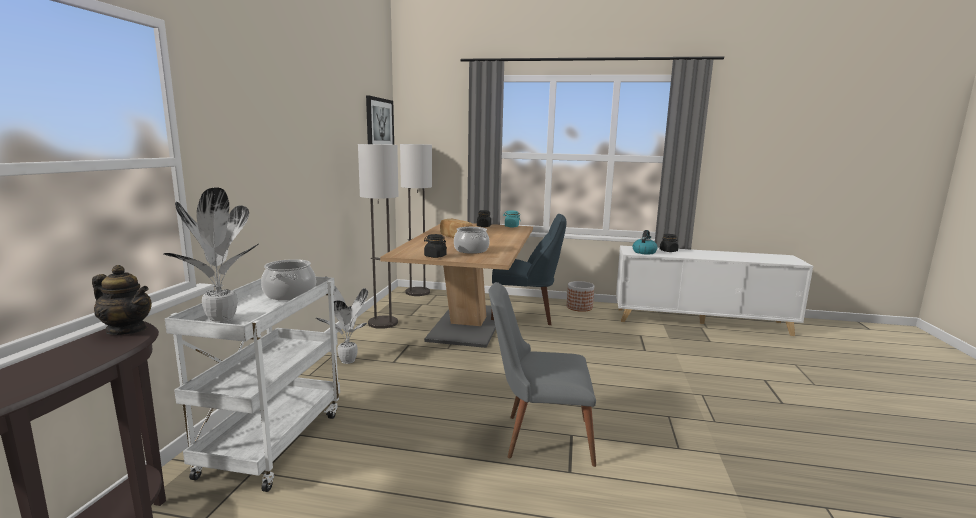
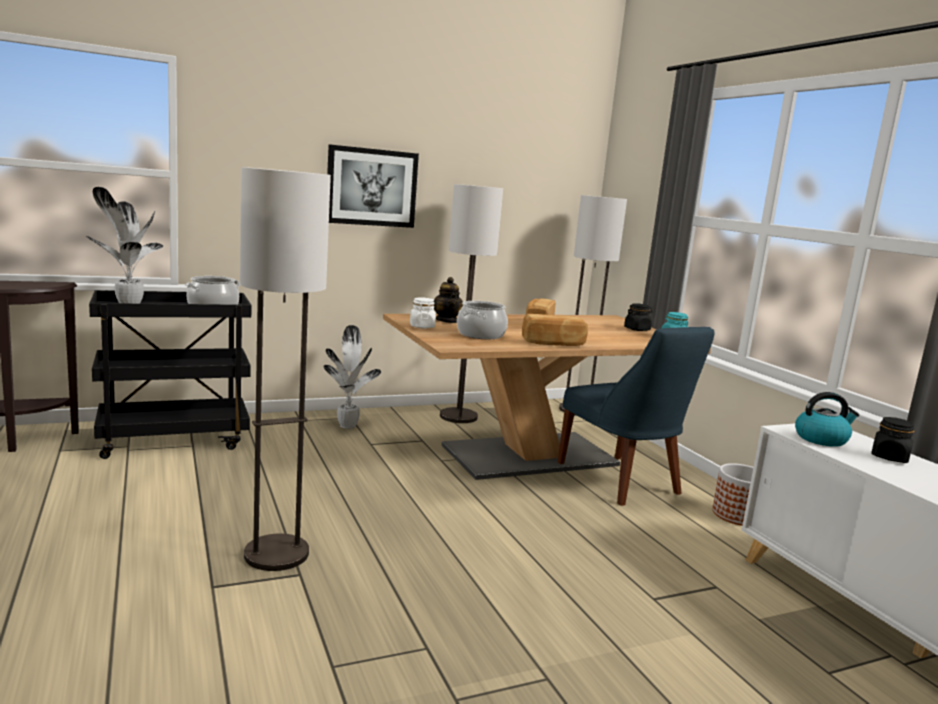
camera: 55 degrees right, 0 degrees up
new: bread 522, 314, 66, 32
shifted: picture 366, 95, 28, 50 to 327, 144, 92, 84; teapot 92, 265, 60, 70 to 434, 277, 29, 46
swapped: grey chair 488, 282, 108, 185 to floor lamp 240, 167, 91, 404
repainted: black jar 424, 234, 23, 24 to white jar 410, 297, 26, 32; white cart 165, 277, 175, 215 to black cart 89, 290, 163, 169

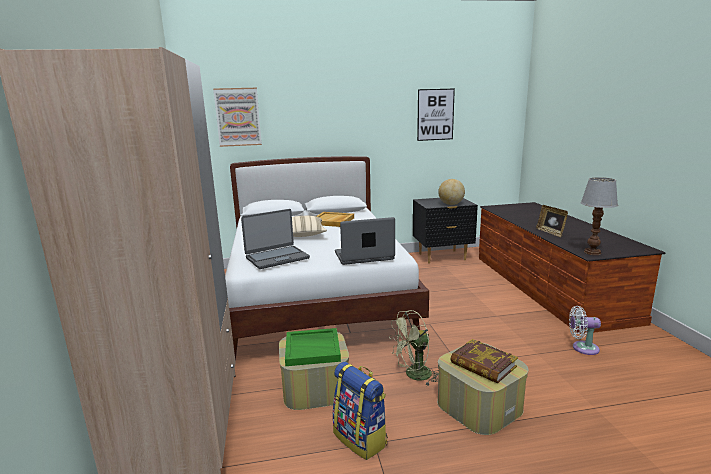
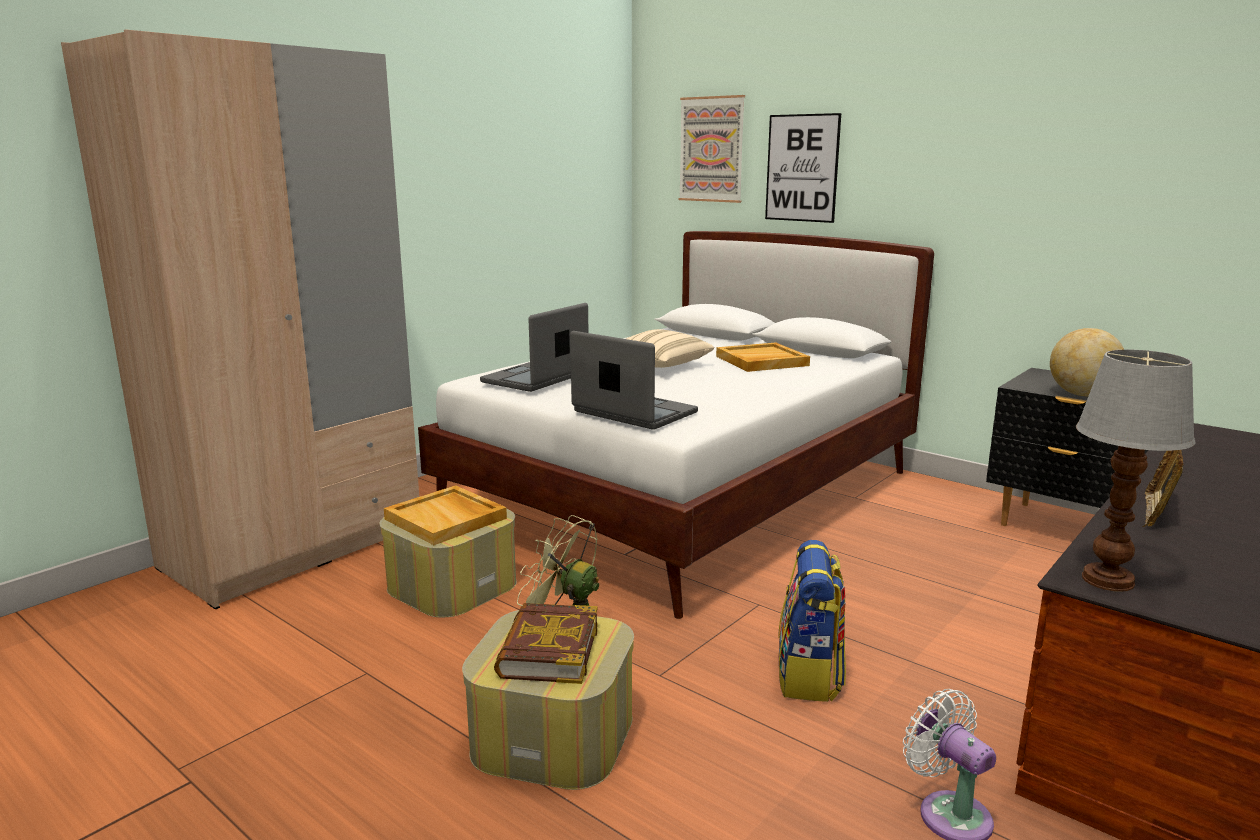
camera: 50 degrees right, 0 degrees up
shifted: picture 417, 89, 38, 52 to 765, 113, 76, 110; backpack 333, 361, 55, 99 to 778, 540, 68, 162
repainted: green tray 285, 328, 56, 38 to beige tray 384, 485, 123, 60
rotated: laptop 241, 209, 69, 60 = 480, 303, 109, 89 105 degrees clockwise

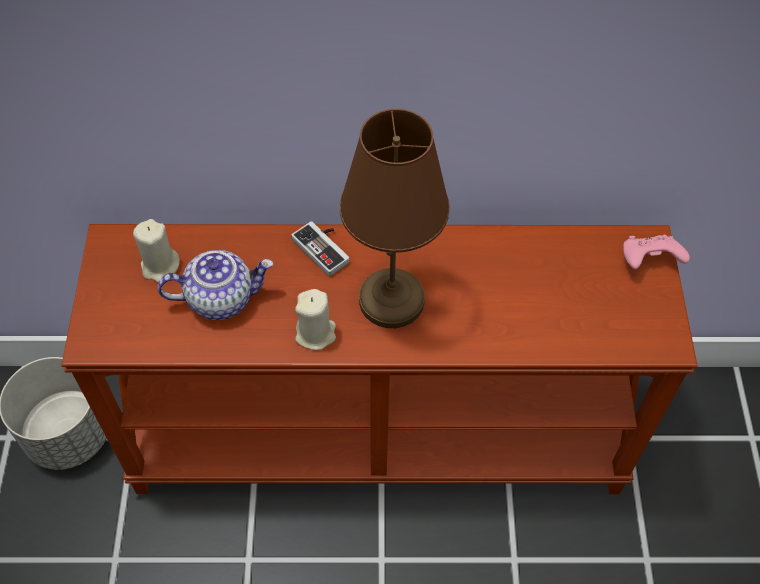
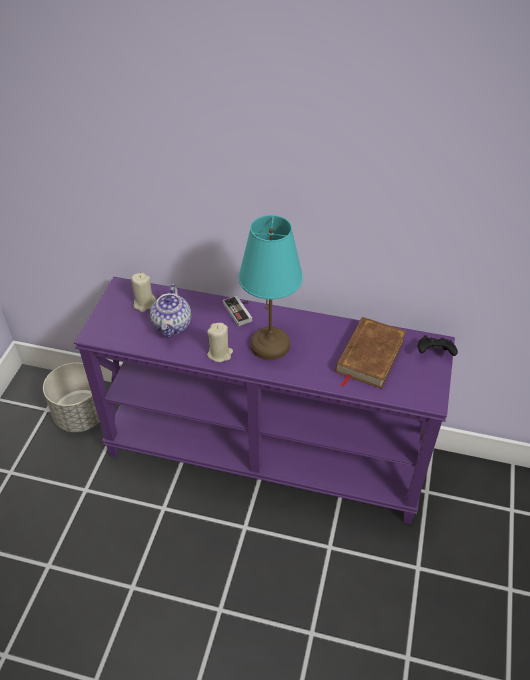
camera: 15 degrees right, 10 degrees down
new: brown book 335, 317, 71, 72
repainted: brown table lamp 340, 109, 110, 219 to turquoise table lamp 239, 215, 64, 145; brown console table 61, 224, 637, 270 to purple console table 74, 276, 381, 248; pink game controller 623, 235, 67, 34 to black game controller 418, 335, 40, 21
rotated: teapot 157, 250, 116, 70 = 150, 284, 41, 54 90 degrees clockwise

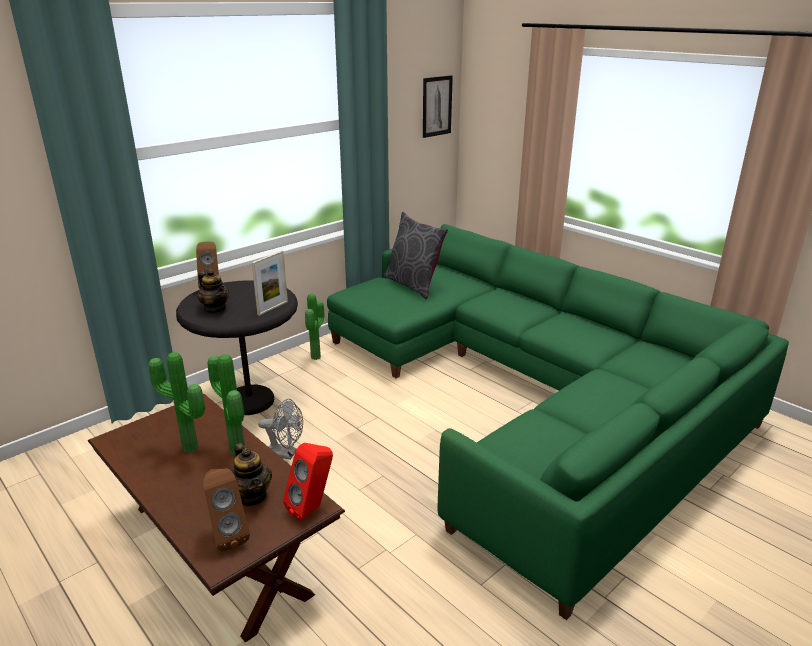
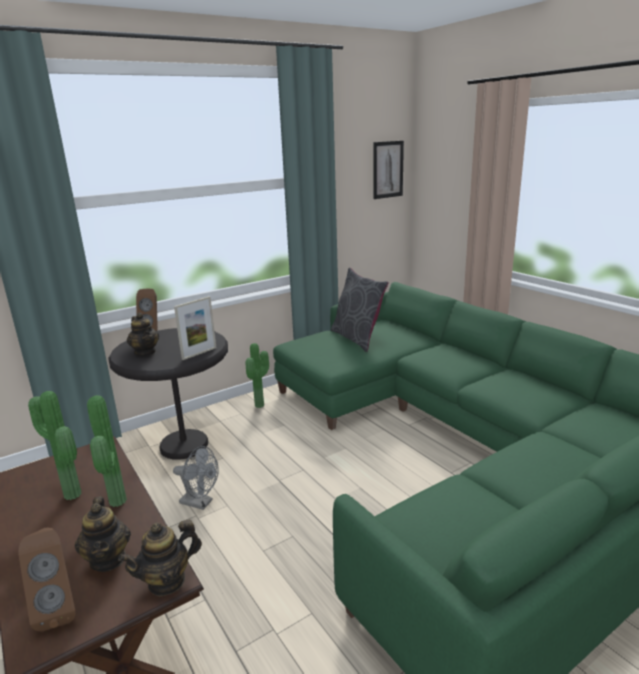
camera: 10 degrees right, 5 degrees down
swapped: red speaker 283, 443, 50, 78 to teapot 118, 520, 84, 77

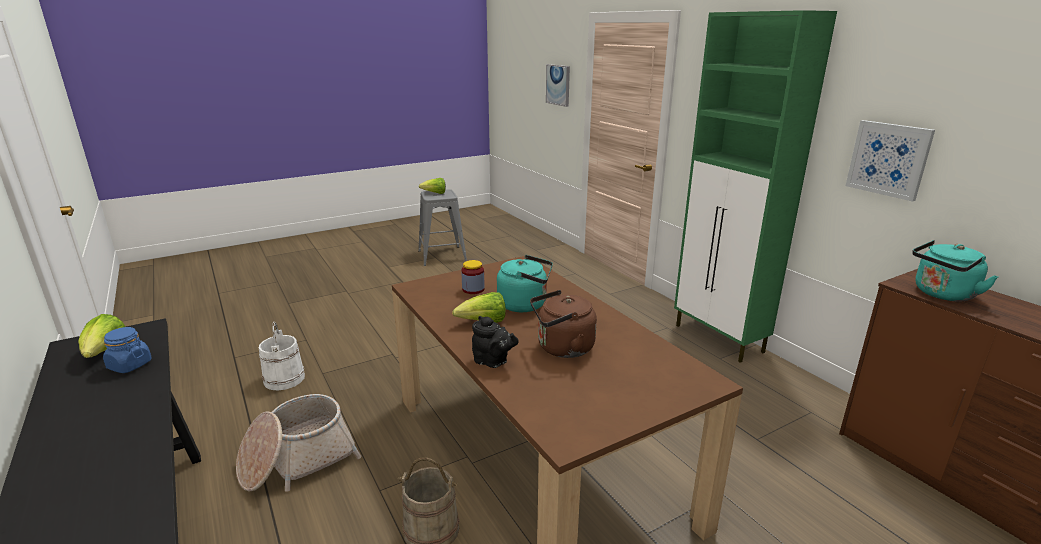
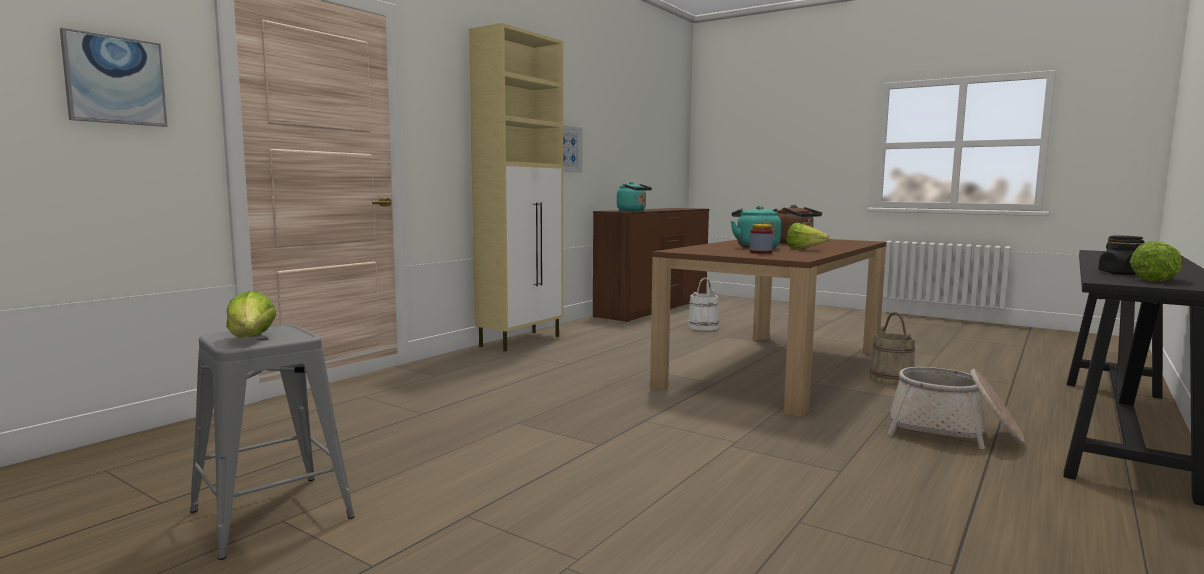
camera: 115 degrees left, 15 degrees down
gone: black teapot 472, 316, 47, 52
shifted: white bucket 259, 322, 46, 69 to 688, 278, 31, 53
repainted: green cabinet 674, 10, 163, 353 to beige cabinet 469, 23, 94, 329; blue jar 103, 327, 48, 46 to black jar 1098, 236, 47, 39

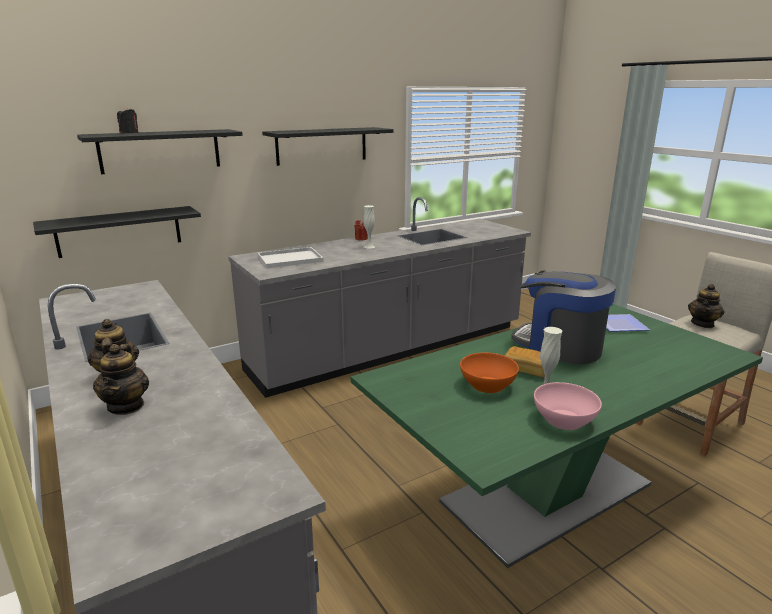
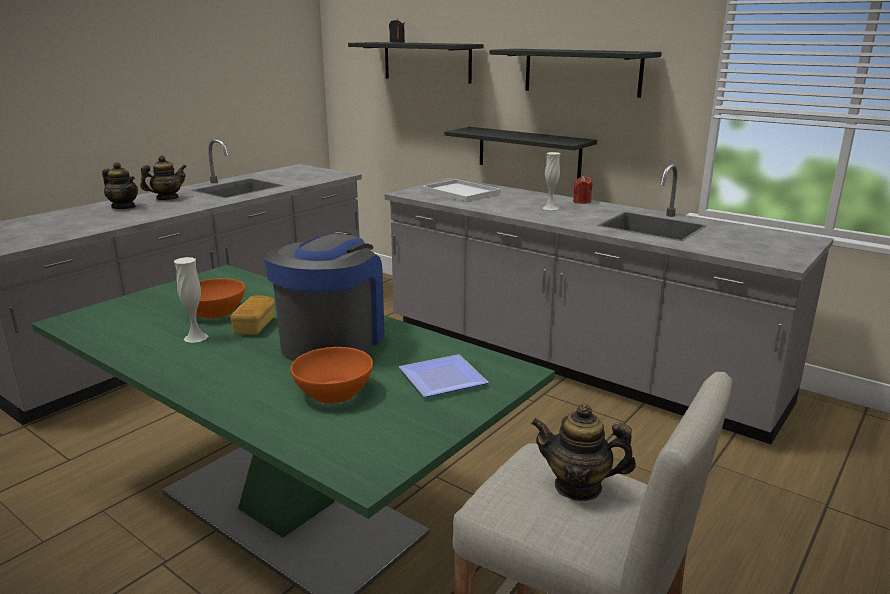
camera: 70 degrees right, 0 degrees up
gone: pink bowl 534, 382, 68, 48
new: orange bowl 291, 347, 82, 57
shifted: black shelf 33, 206, 168, 52 to 444, 127, 153, 52
rotated: teapot 93, 344, 56, 71 = 102, 162, 36, 47 120 degrees counterclockwise

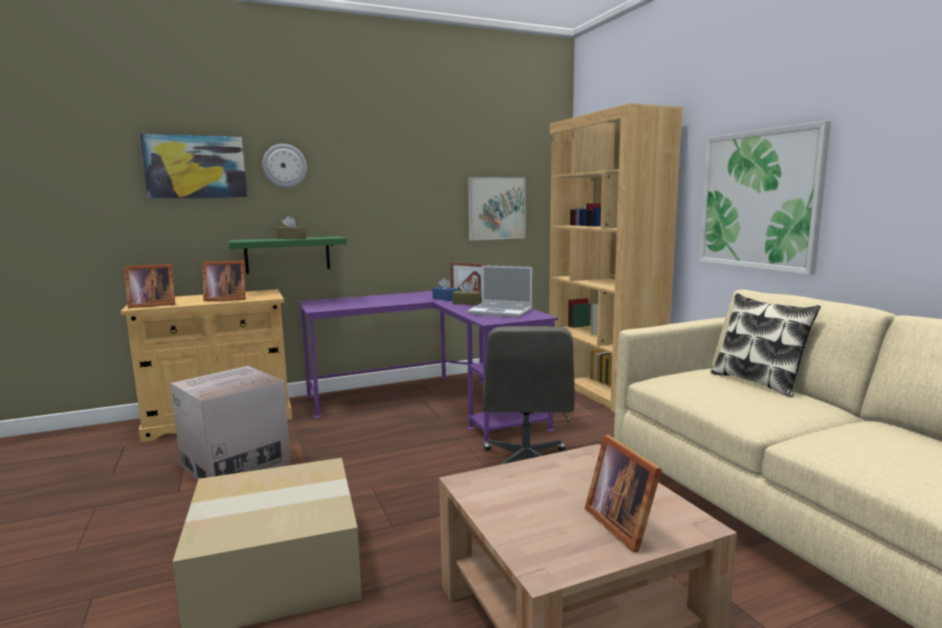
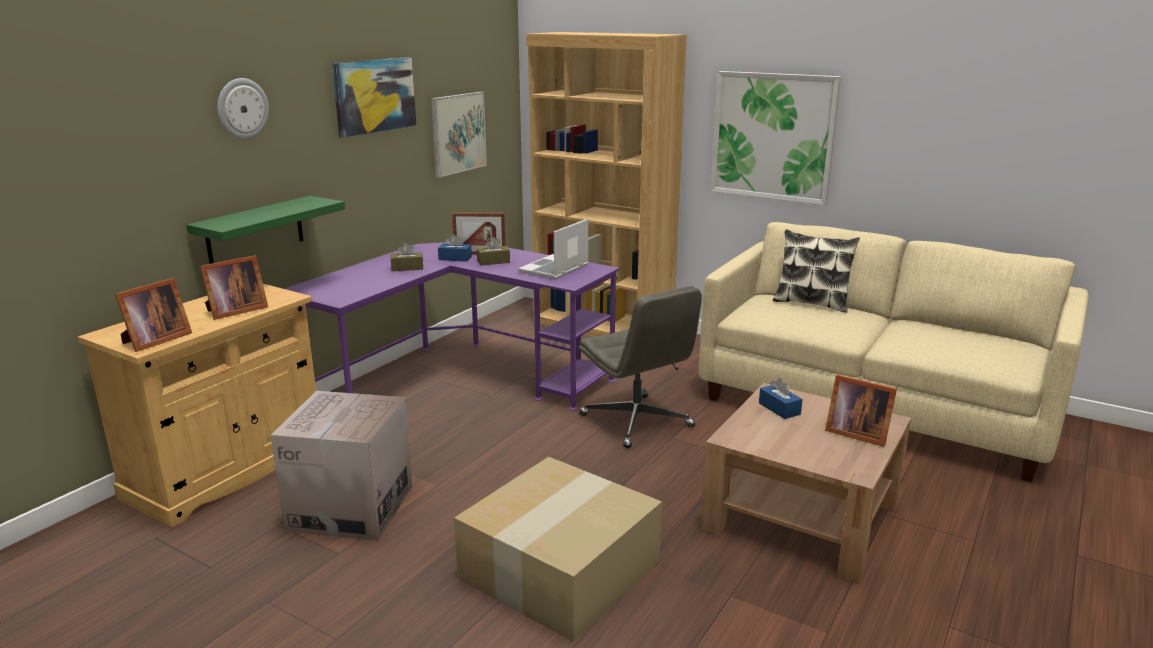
camera: 35 degrees left, 10 degrees up
new: blue tissue box 759, 378, 44, 41
shifted: picture 139, 134, 108, 65 to 332, 57, 84, 81; brown tissue box 276, 216, 30, 23 to 391, 243, 32, 28
rotated: laptop 467, 265, 65, 52 = 518, 219, 71, 60 135 degrees clockwise

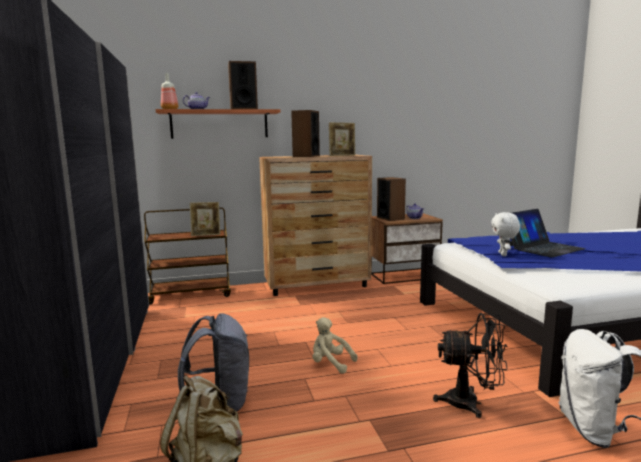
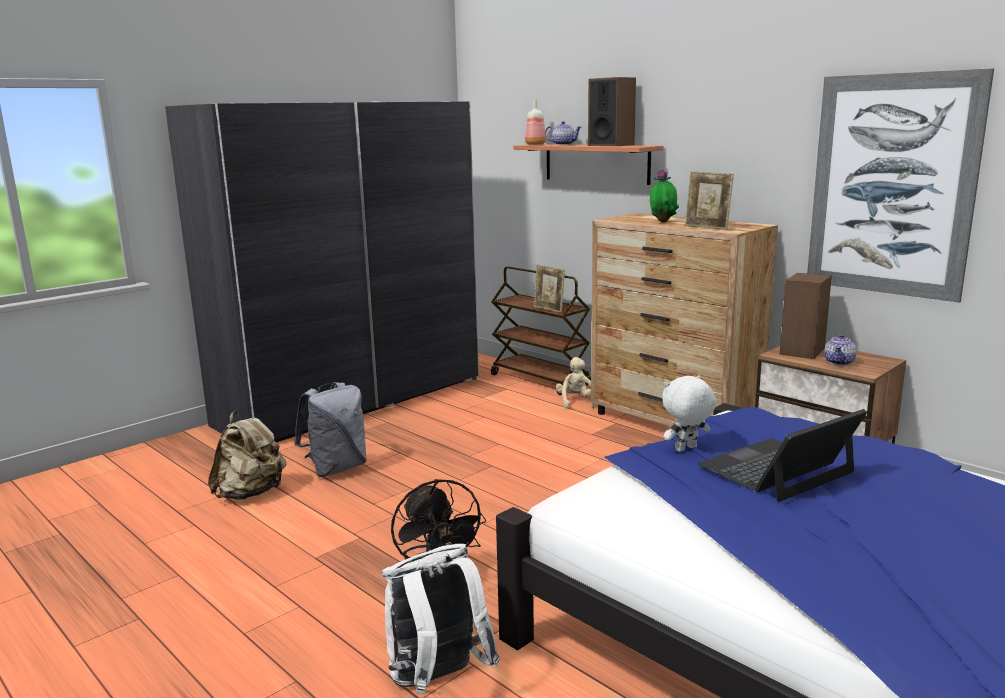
camera: 60 degrees right, 5 degrees up
new: picture 807, 68, 187, 235
shifted: beige plush toy 312, 317, 45, 56 to 556, 357, 40, 51
swapped: speaker 291, 110, 29, 47 to potted plant 650, 170, 29, 53
rotated: laptop 510, 209, 76, 49 = 697, 409, 170, 93 120 degrees clockwise

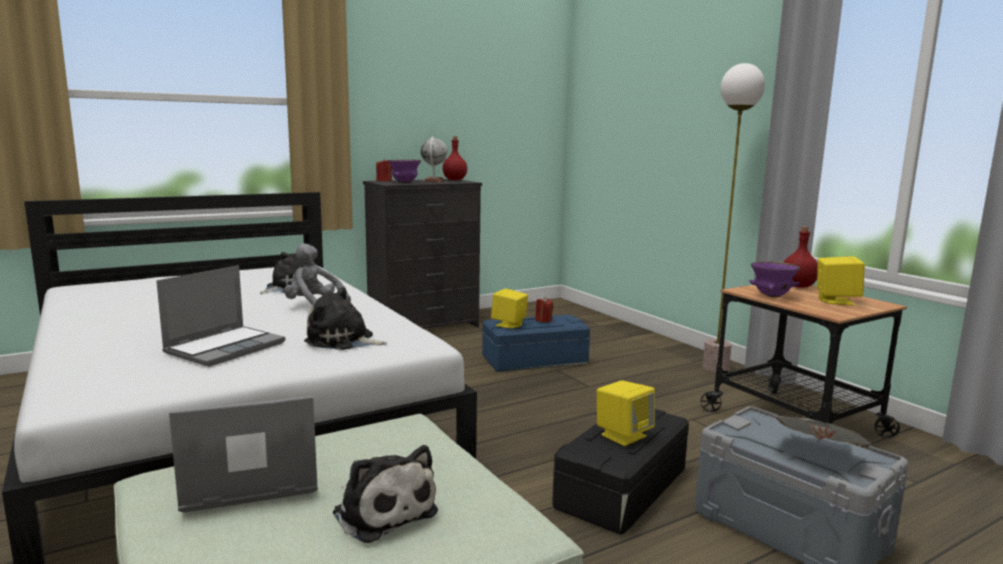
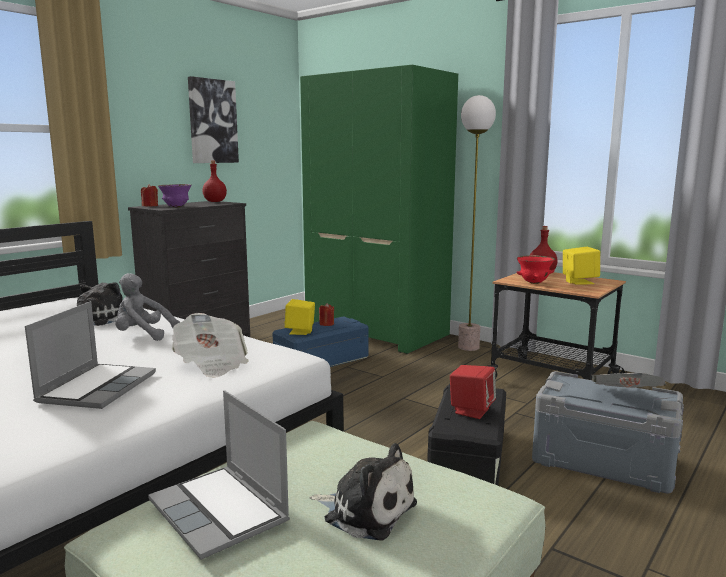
camera: 20 degrees left, 0 degrees up
gone: globe 421, 136, 26, 47
new: green wardrobe 300, 65, 158, 289; picture 188, 76, 51, 87
swapped: plush toy 304, 287, 83, 63 to newspaper 172, 313, 77, 65
repainted: purple bowl 749, 261, 51, 37 to red bowl 517, 255, 38, 29; yellow speaker 597, 380, 58, 66 to red speaker 450, 365, 46, 54
rotated: laptop 169, 396, 149, 117 = 148, 390, 142, 170 90 degrees counterclockwise

